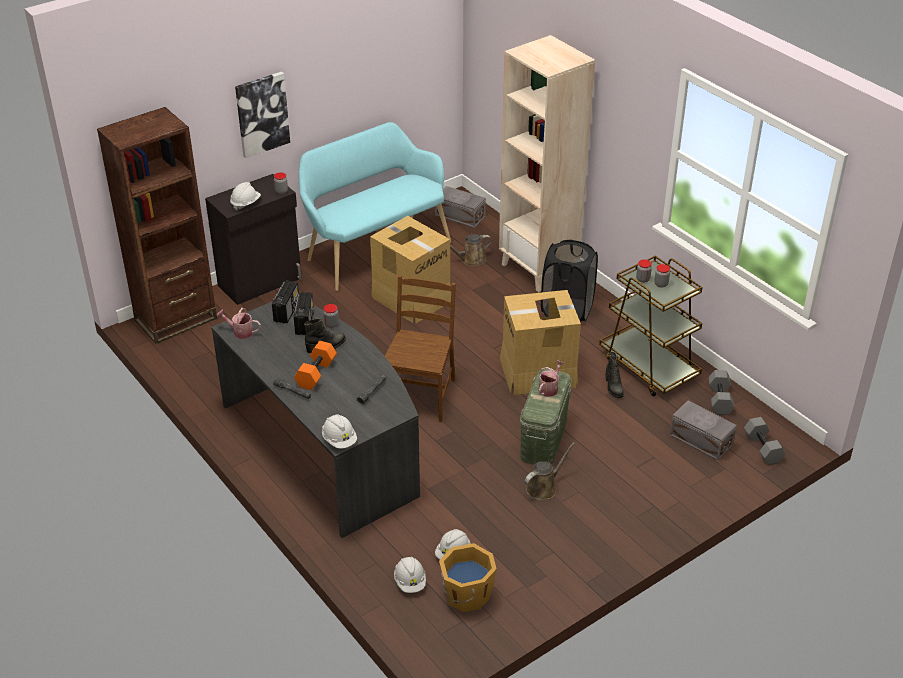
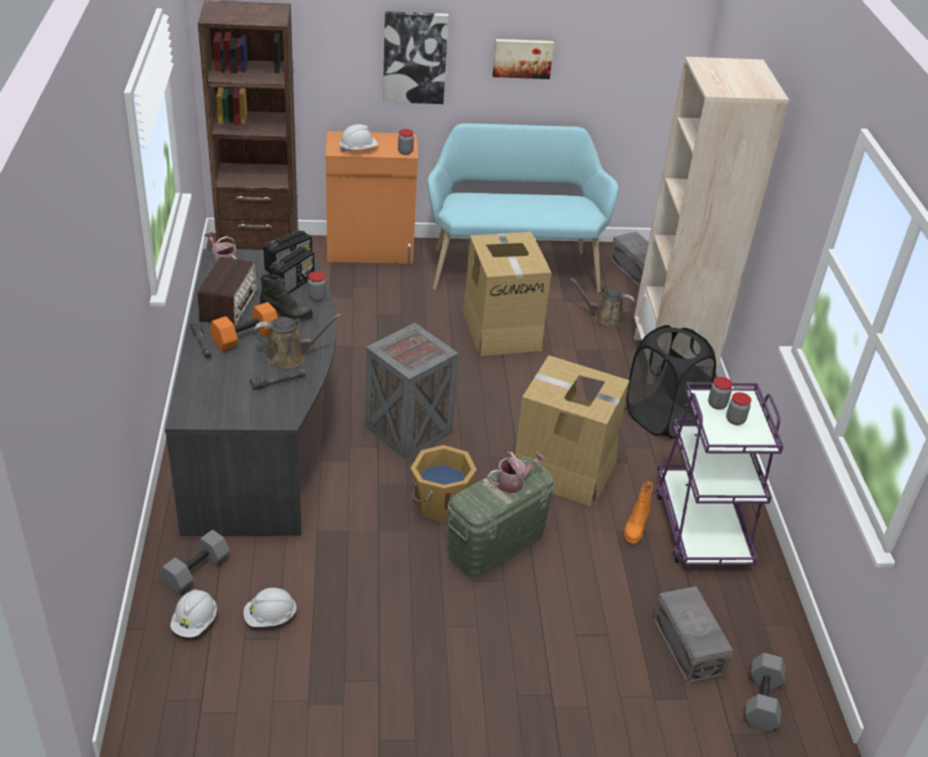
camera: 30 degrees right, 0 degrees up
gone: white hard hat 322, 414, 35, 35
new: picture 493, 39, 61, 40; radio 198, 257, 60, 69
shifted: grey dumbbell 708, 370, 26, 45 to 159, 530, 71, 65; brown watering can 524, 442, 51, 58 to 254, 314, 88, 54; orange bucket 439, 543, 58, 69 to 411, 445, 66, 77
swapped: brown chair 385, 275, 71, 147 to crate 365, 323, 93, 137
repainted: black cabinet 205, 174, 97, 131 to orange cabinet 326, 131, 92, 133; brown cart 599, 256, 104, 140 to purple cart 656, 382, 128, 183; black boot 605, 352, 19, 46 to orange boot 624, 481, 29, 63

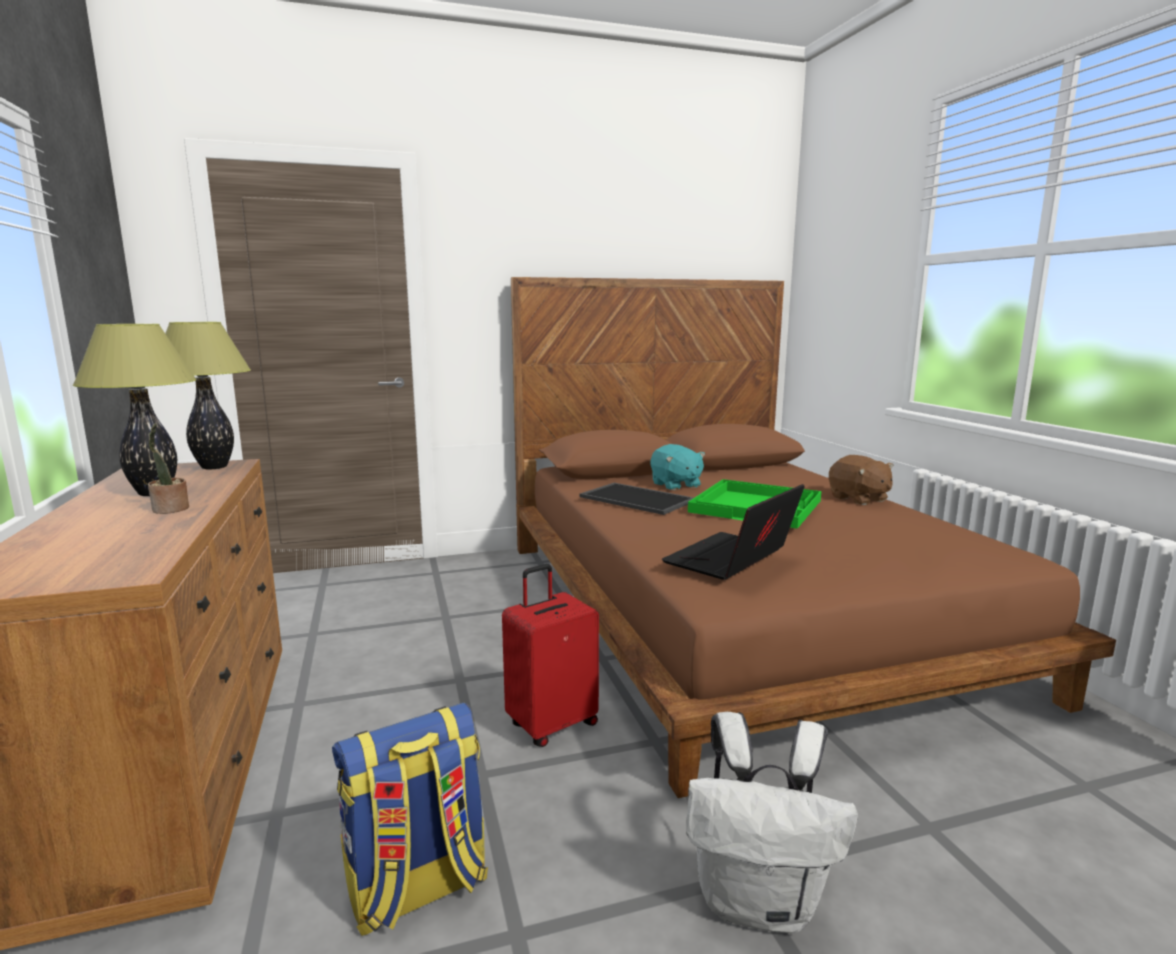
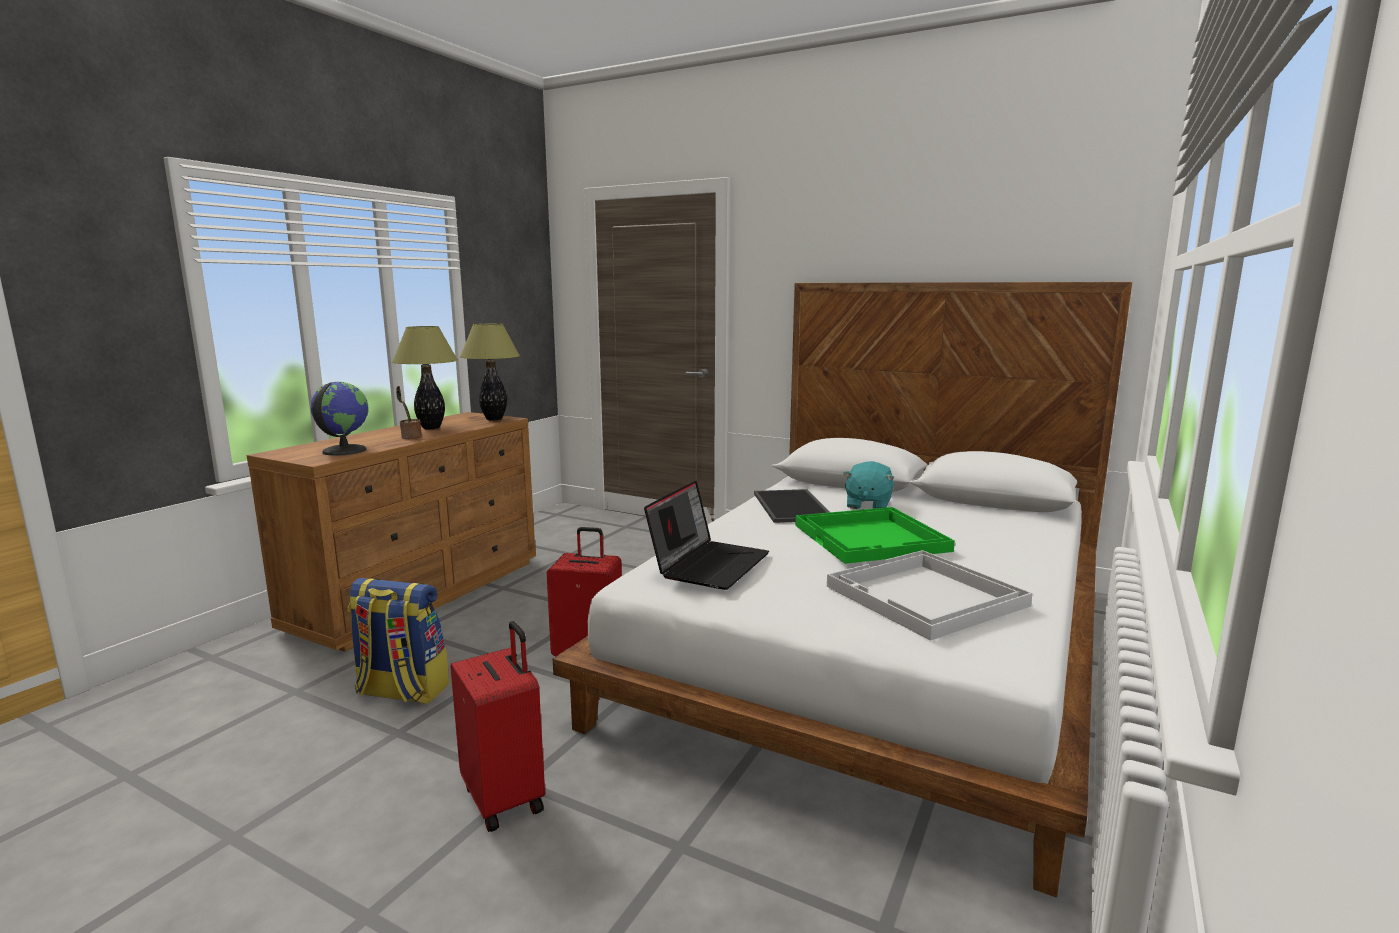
camera: 45 degrees right, 0 degrees up
gone: brown plush toy 829, 455, 65, 50
new: globe 311, 382, 58, 74; white tray 827, 550, 206, 91
swapped: white backpack 686, 712, 172, 221 to red suitcase 451, 621, 94, 211
repainted: brown bed 511, 277, 605, 521 to white bed 553, 282, 579, 615
rotated: laptop 662, 484, 143, 96 = 644, 480, 125, 110 120 degrees clockwise

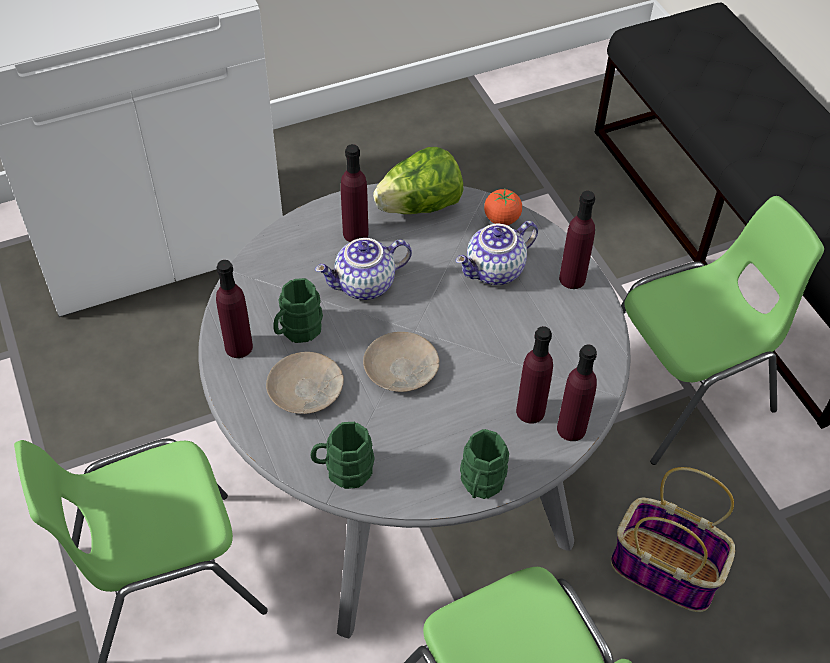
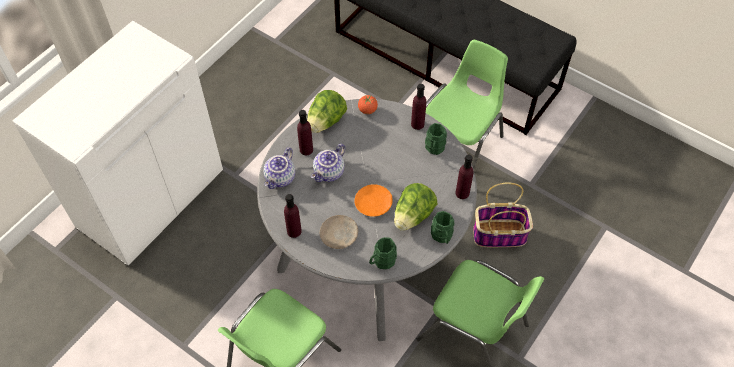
camera: 30 degrees left, 5 degrees up
gone: purple bottle 516, 326, 37, 98
new: lettuce 394, 183, 43, 48
shifted: teapot 455, 221, 83, 64 to 263, 147, 32, 42; green mug 273, 278, 50, 65 to 425, 123, 22, 32
repainted: beige plate 363, 332, 76, 60 to orange plate 355, 184, 38, 33

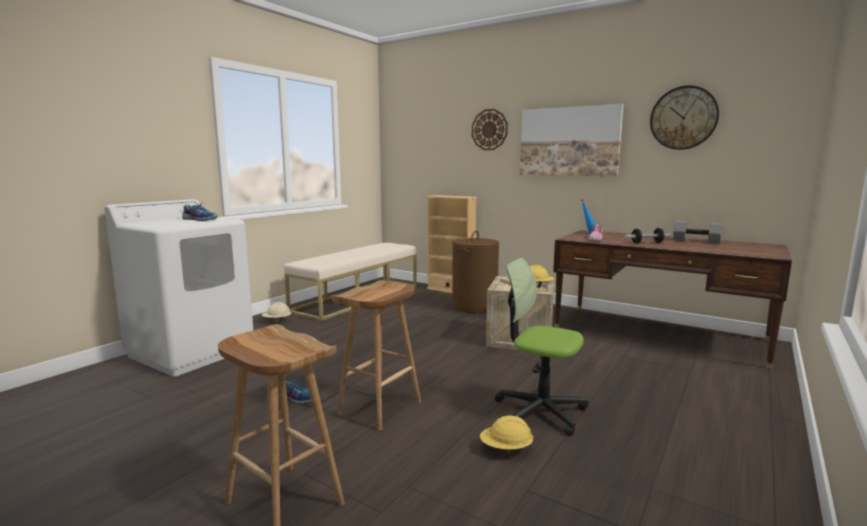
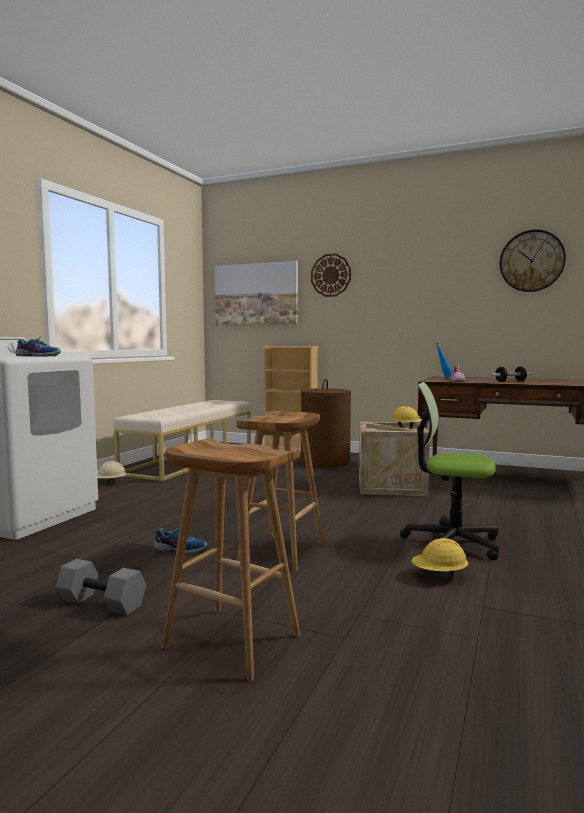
camera: 10 degrees left, 5 degrees down
shifted: picture 520, 104, 104, 72 to 215, 261, 83, 65; grey dumbbell 673, 221, 50, 22 to 55, 559, 91, 56

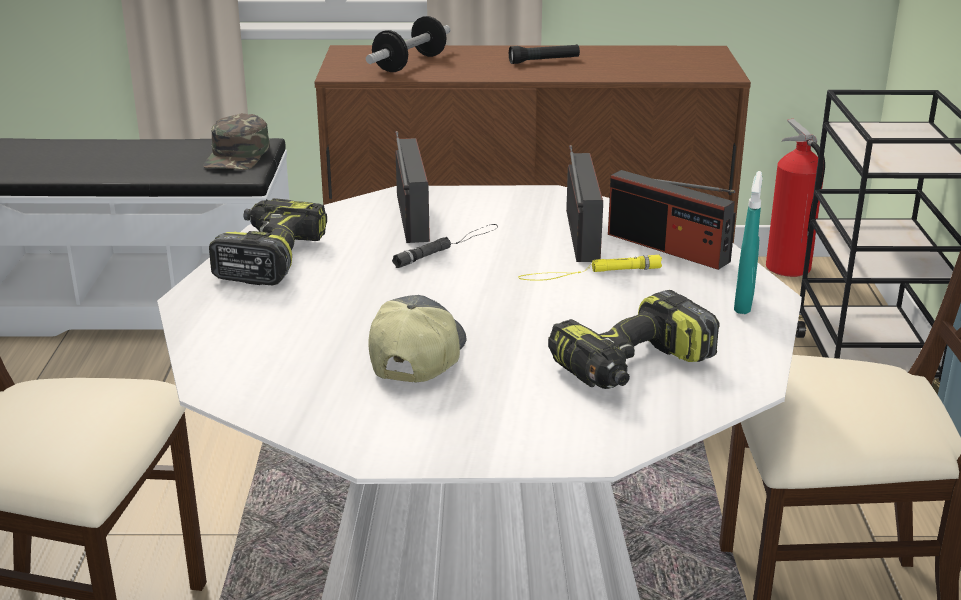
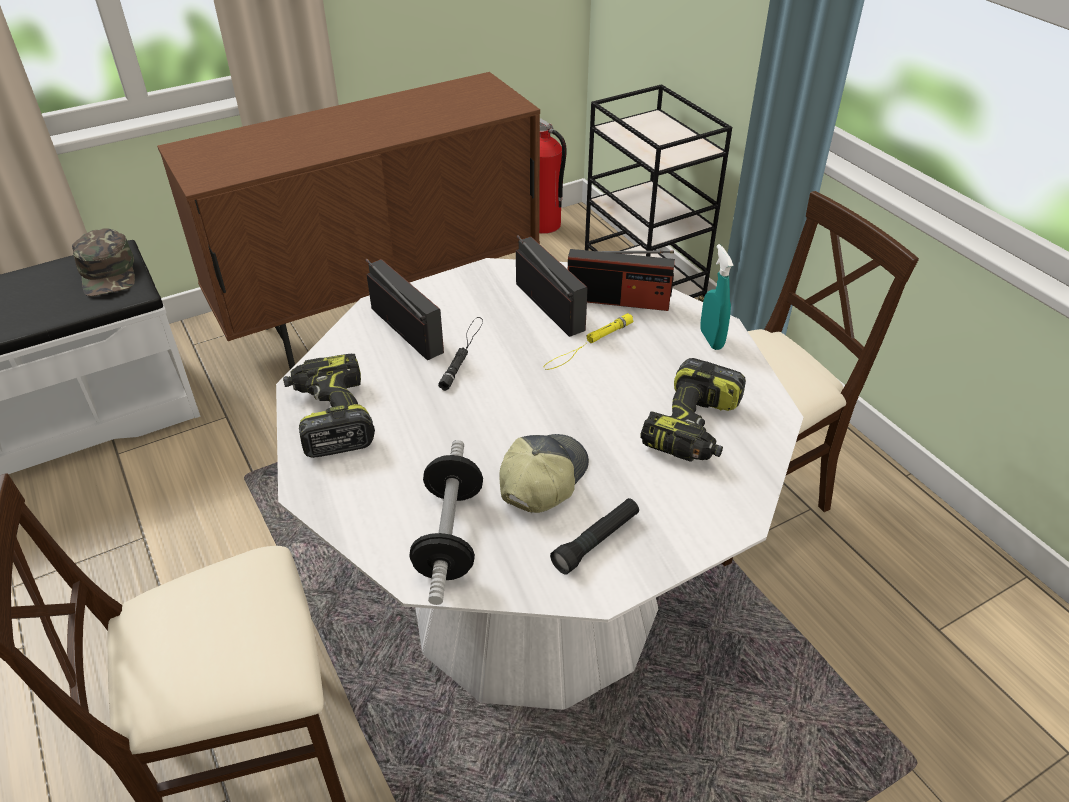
camera: 30 degrees left, 15 degrees up
shifted: dumbbell 366, 16, 84, 56 to 409, 440, 74, 165; black flashlight 509, 45, 71, 19 to 550, 498, 89, 76
rotated: cap 368, 295, 98, 88 = 499, 434, 90, 79 45 degrees clockwise

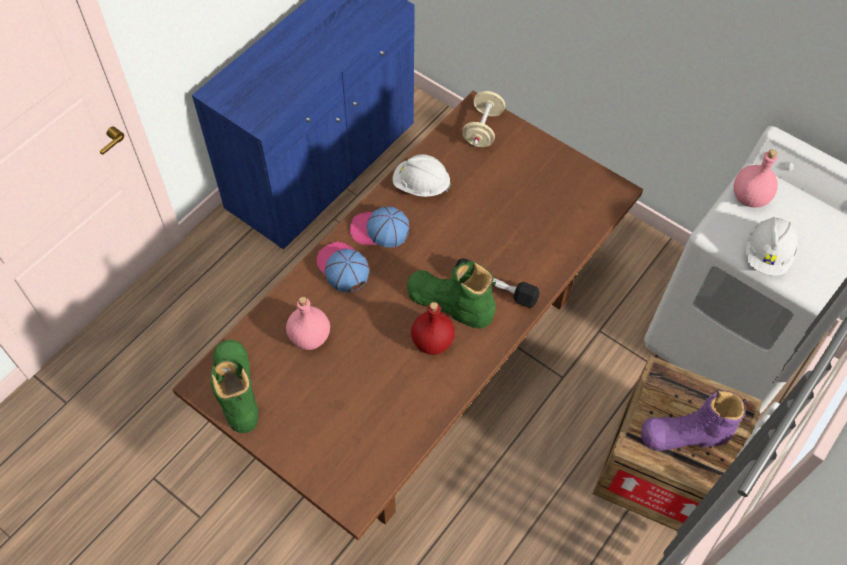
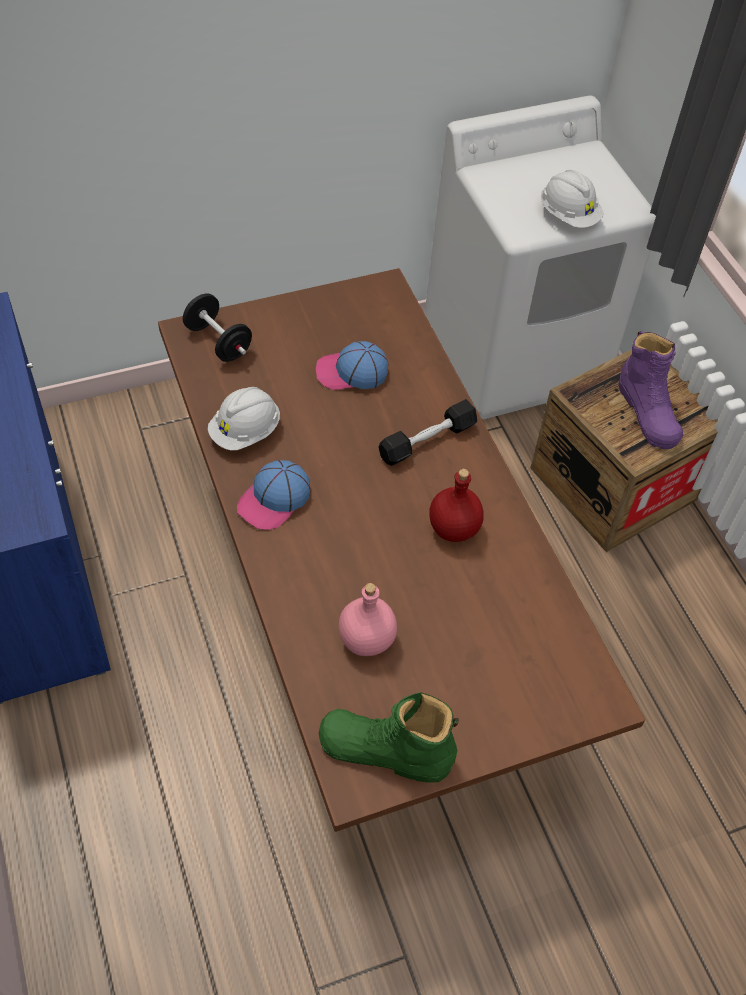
camera: 60 degrees left, 5 degrees down
gone: pink bottle 734, 149, 44, 59; green boot 407, 261, 89, 68
shifted: cap 317, 242, 52, 51 to 316, 341, 73, 49
repainted: beige dumbbell 462, 91, 43, 56 to black dumbbell 183, 293, 69, 69
rotated: purple boot 641, 390, 106, 61 = 618, 331, 65, 118 45 degrees counterclockwise

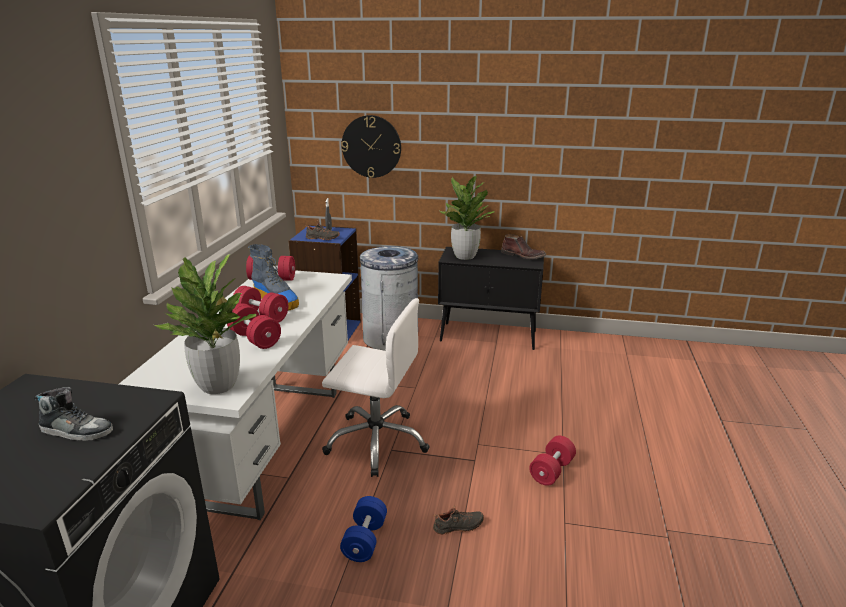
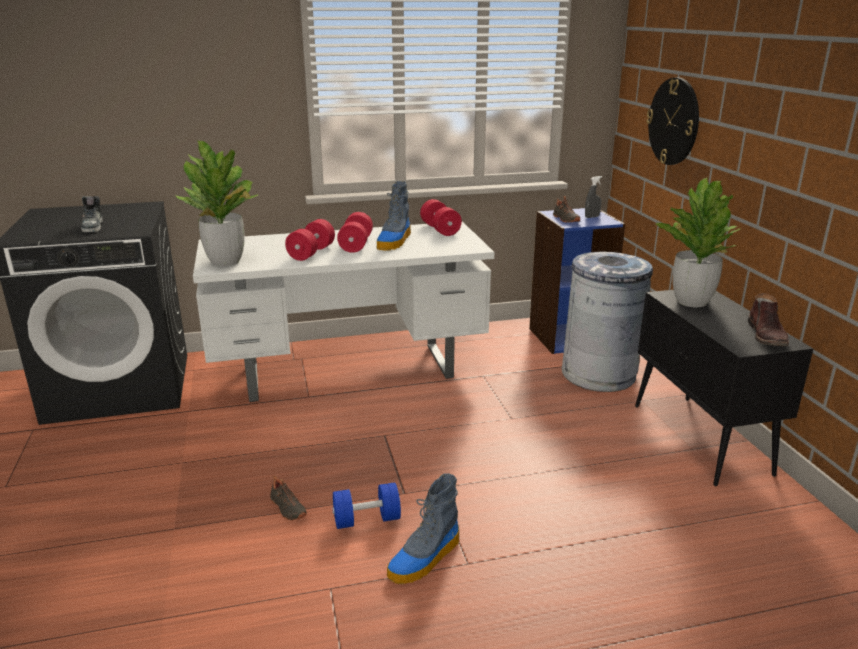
camera: 65 degrees right, 0 degrees up
gone: white office chair 322, 298, 108, 179
shifted: blue dumbbell 340, 496, 47, 66 to 332, 482, 69, 47
swapped: red dumbbell 529, 436, 47, 50 to boot 387, 473, 72, 111

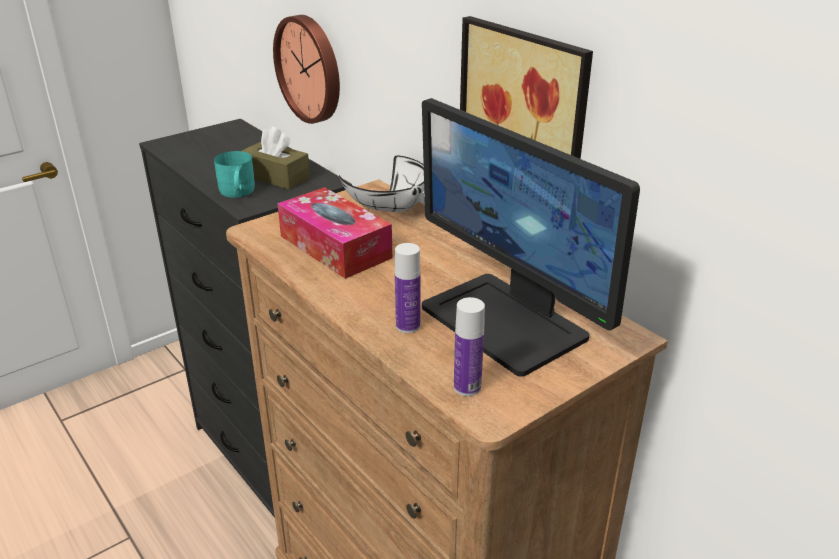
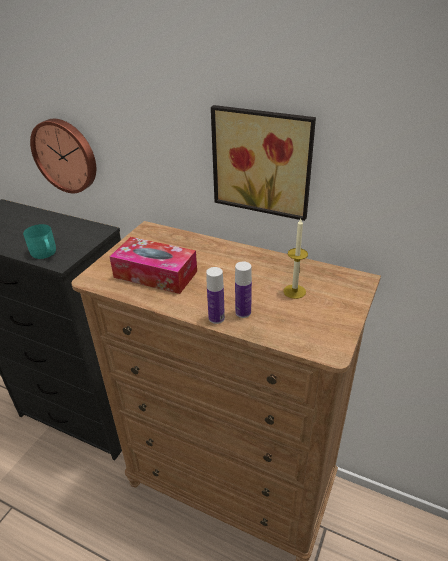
camera: 25 degrees left, 5 degrees up
gone: brown tissue box 242, 126, 68, 64; white bowl 339, 156, 85, 56
shifted: bottle 454, 297, 31, 99 to 206, 267, 19, 57
swapped: monitor 422, 98, 218, 279 to candle 283, 219, 25, 80

